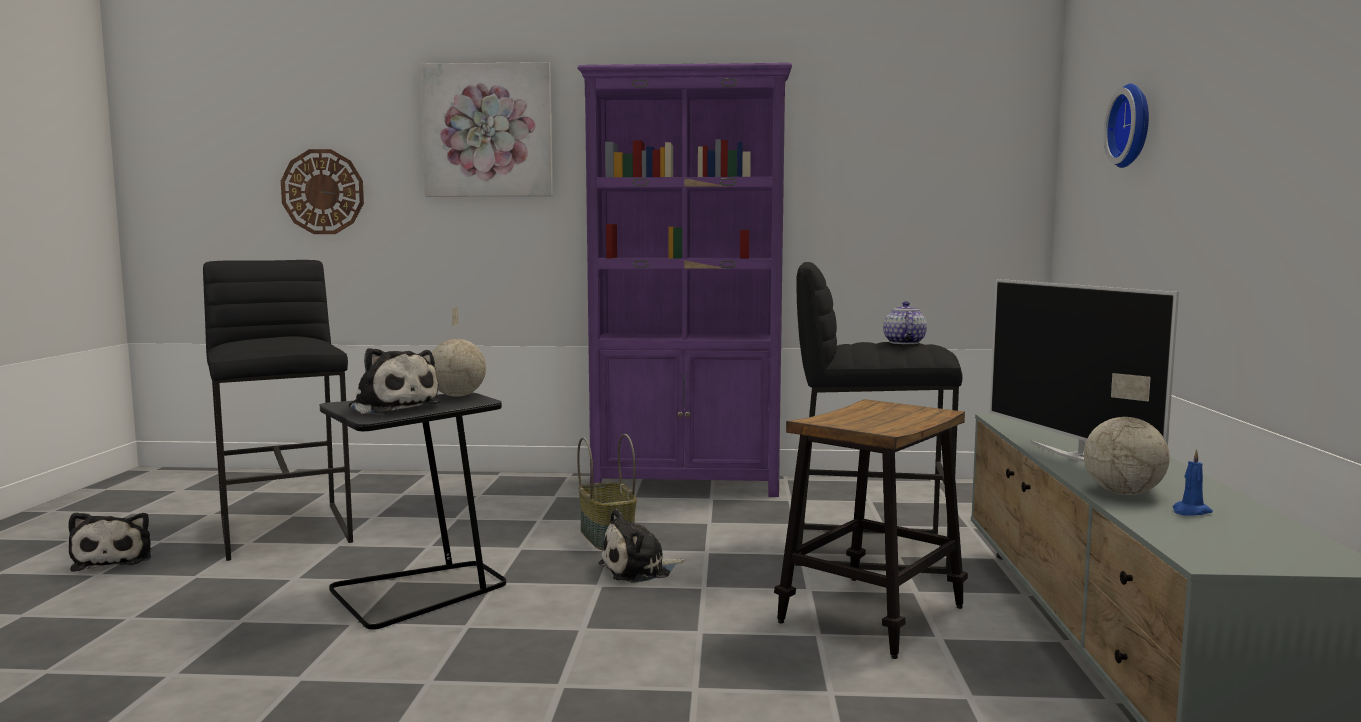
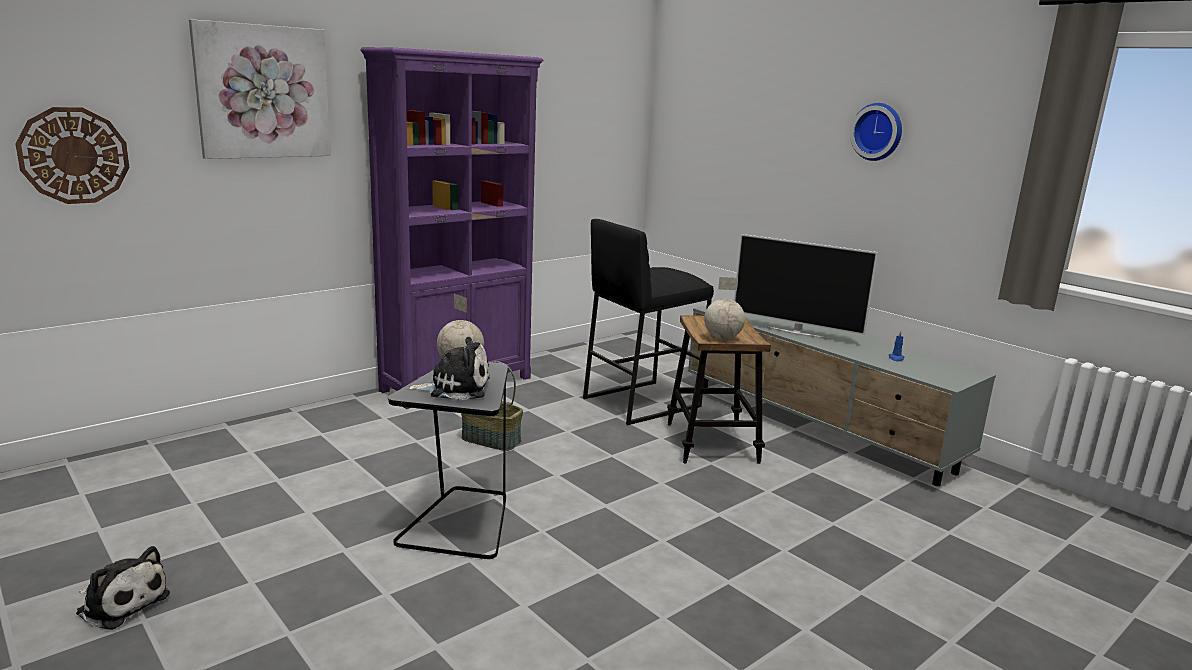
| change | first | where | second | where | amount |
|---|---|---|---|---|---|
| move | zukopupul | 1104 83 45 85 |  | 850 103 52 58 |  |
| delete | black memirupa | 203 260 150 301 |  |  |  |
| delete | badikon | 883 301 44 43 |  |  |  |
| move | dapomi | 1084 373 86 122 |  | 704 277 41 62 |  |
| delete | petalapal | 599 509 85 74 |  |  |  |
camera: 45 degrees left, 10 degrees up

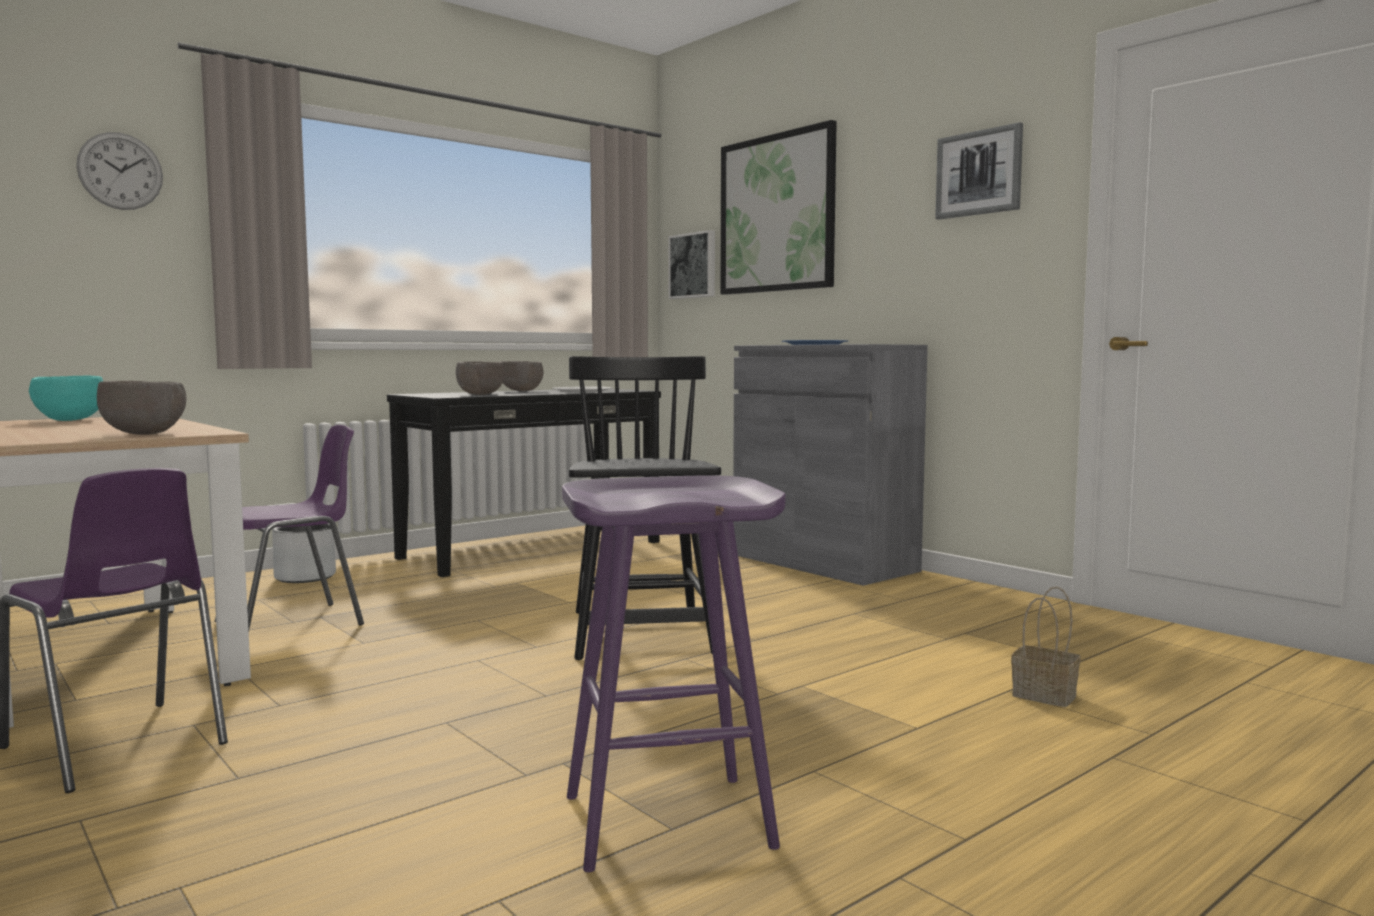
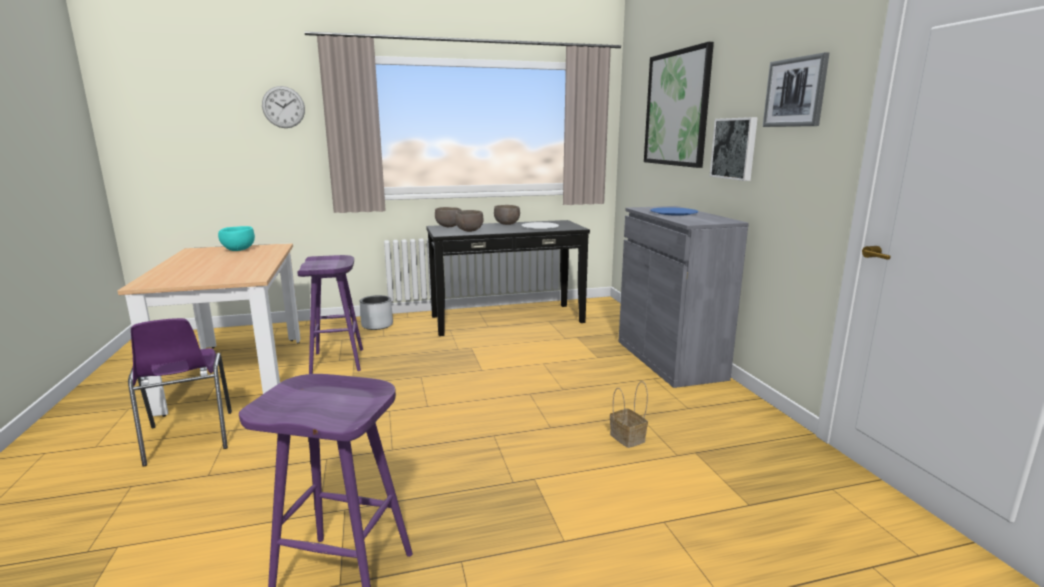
| change | first | where | second | where | amount |
|---|---|---|---|---|---|
| move | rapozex | 668 230 47 69 |  | 710 117 48 64 |  |
| delete | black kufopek | 569 356 152 304 |  |  |  |
| move | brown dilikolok | 97 381 90 54 |  | 435 207 27 20 |  |
| replace | purple kufopek | 215 425 149 205 | purple memirupa | 297 255 66 119 |  |
| move | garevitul | 1011 586 69 121 |  | 610 381 38 67 |  |
camera: 25 degrees right, 10 degrees up

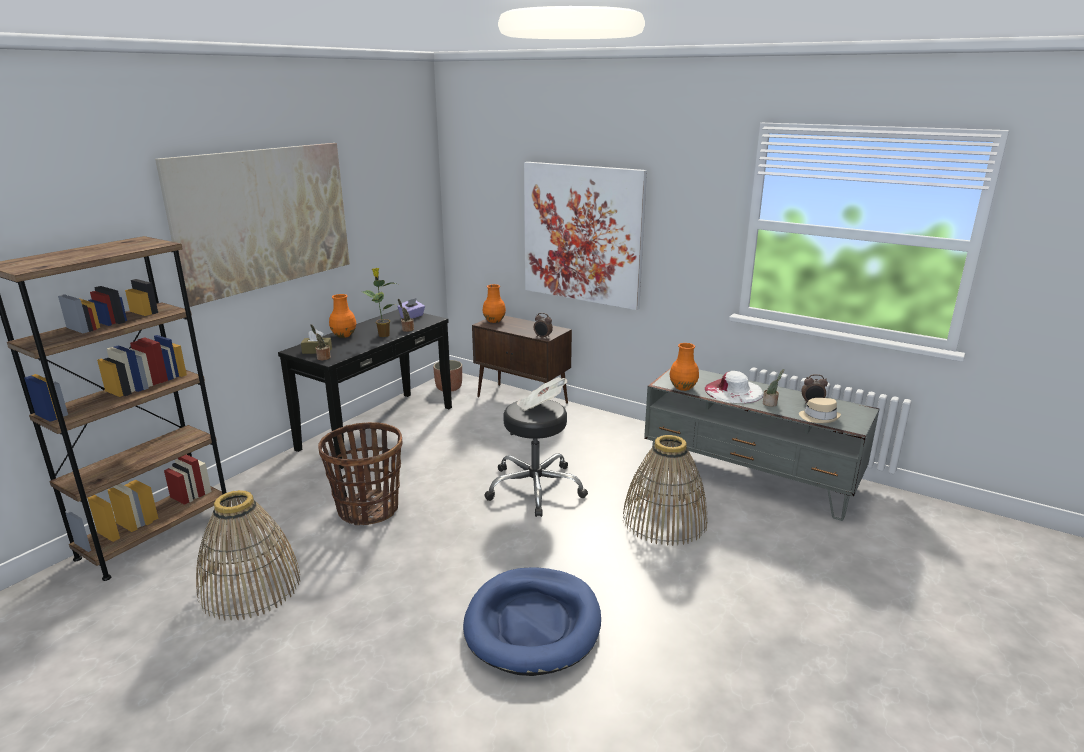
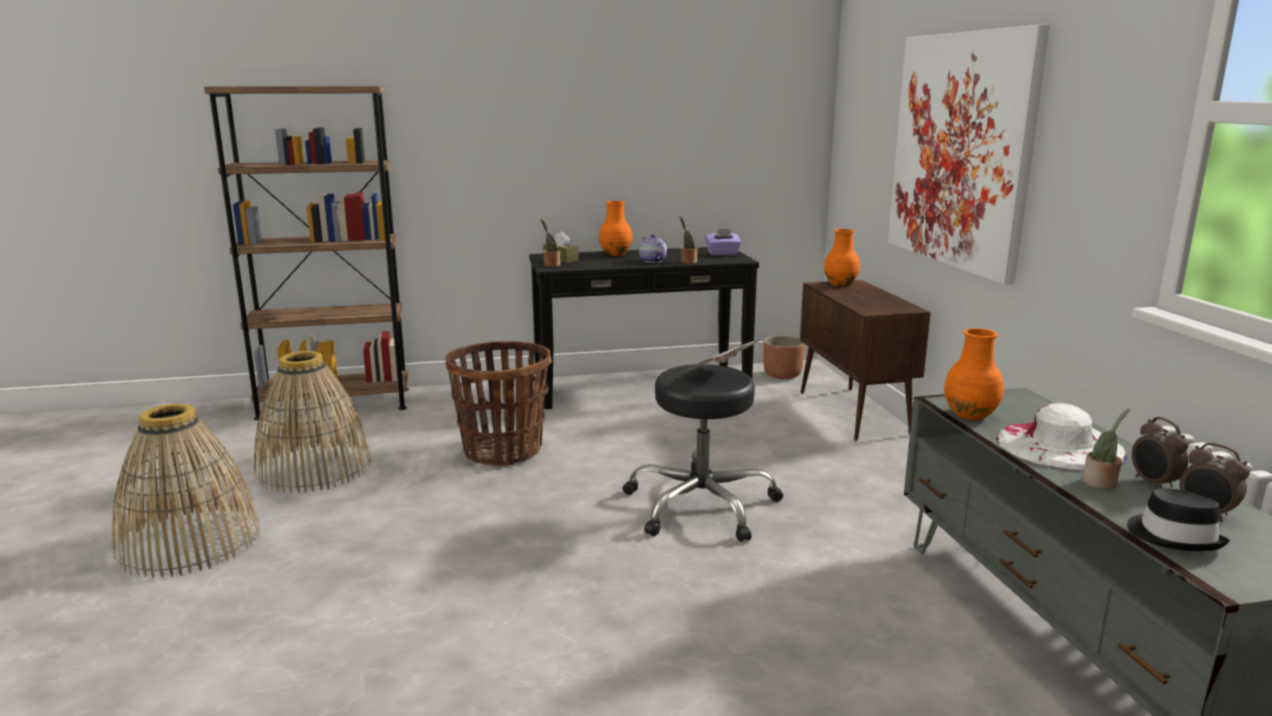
| change | first | where | second | where | amount |
|---|---|---|---|---|---|
| delete | rapozex | 155 143 195 164 |  |  |  |
| replace | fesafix | 363 268 33 69 | badikon | 639 234 28 29 |  |
| move | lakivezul | 534 313 19 26 |  | 1132 417 57 72 |  |
| recolor | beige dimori | 799 398 42 25 | black dimori | 1127 489 103 62 |  |
| move | garevitul | 623 435 84 111 |  | 112 403 149 175 |  |
| delete | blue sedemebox | 463 567 138 109 |  |  |  |
camera: 45 degrees right, 5 degrees down

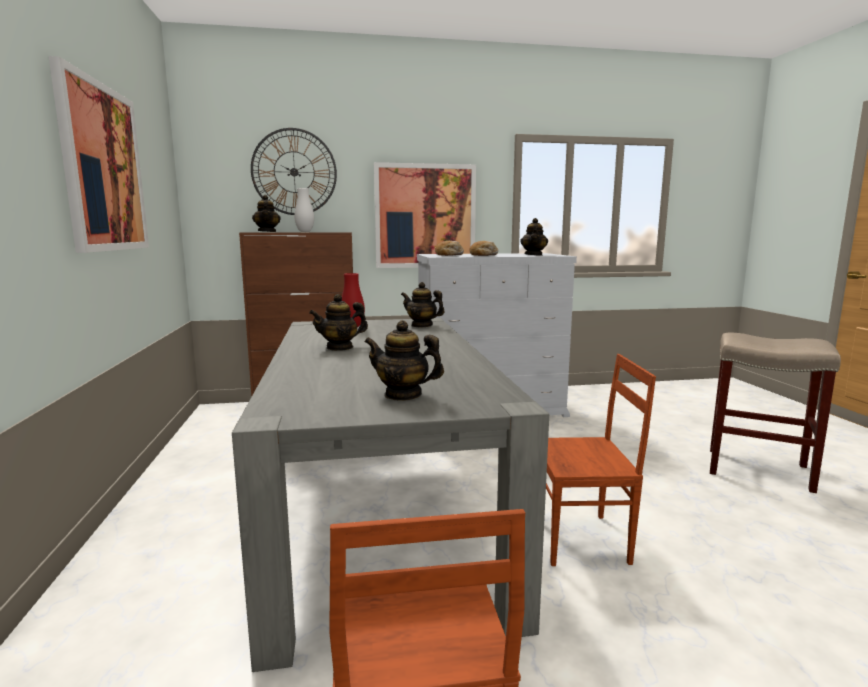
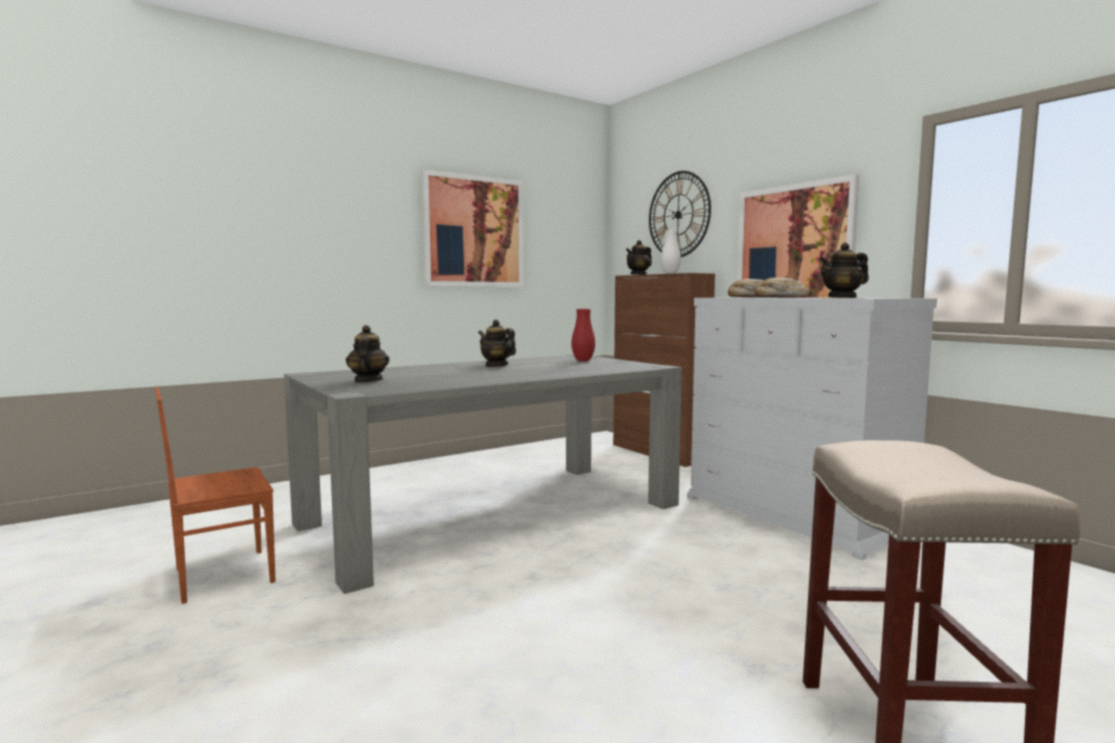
| change | first | where | second | where | amount |
|---|---|---|---|---|---|
| delete | badikon | 401 282 44 45 |  |  |  |
| delete | brown kufopek | 546 354 110 212 |  |  |  |
camera: 65 degrees right, 5 degrees down

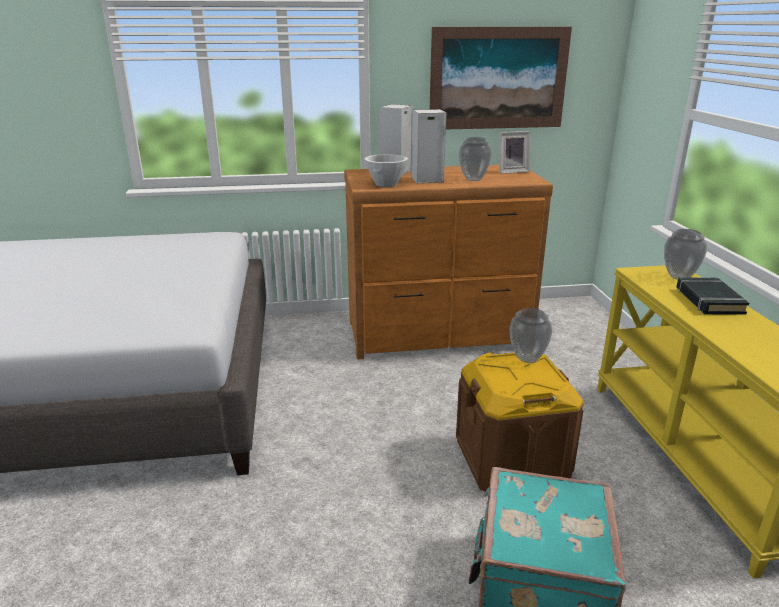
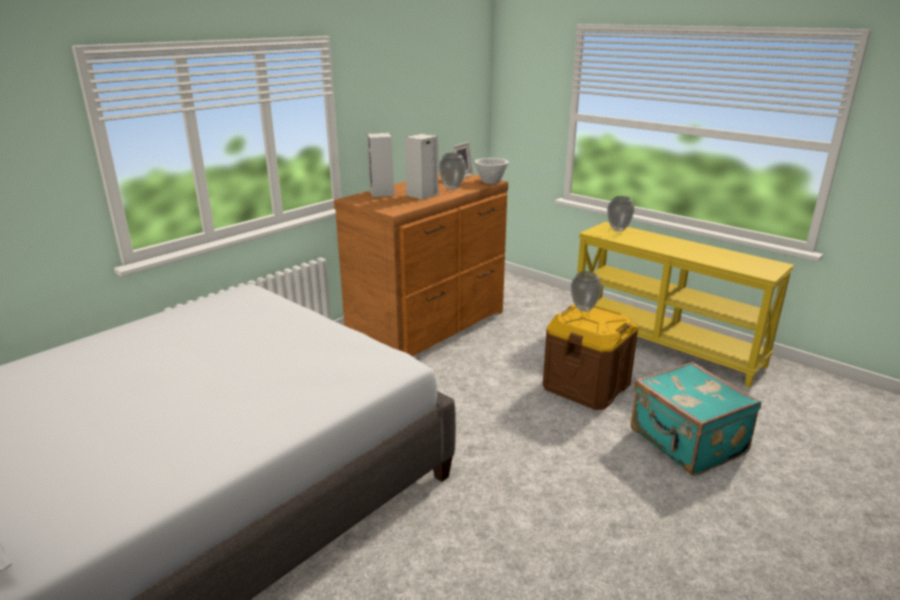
| change | first | where | second | where | amount |
|---|---|---|---|---|---|
| delete | rapozex | 430 27 142 102 |  |  |  |
| move | white dilikolok | 364 154 44 33 |  | 474 158 35 26 |  |
| delete | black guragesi | 676 277 73 38 |  |  |  |
camera: 40 degrees left, 0 degrees up

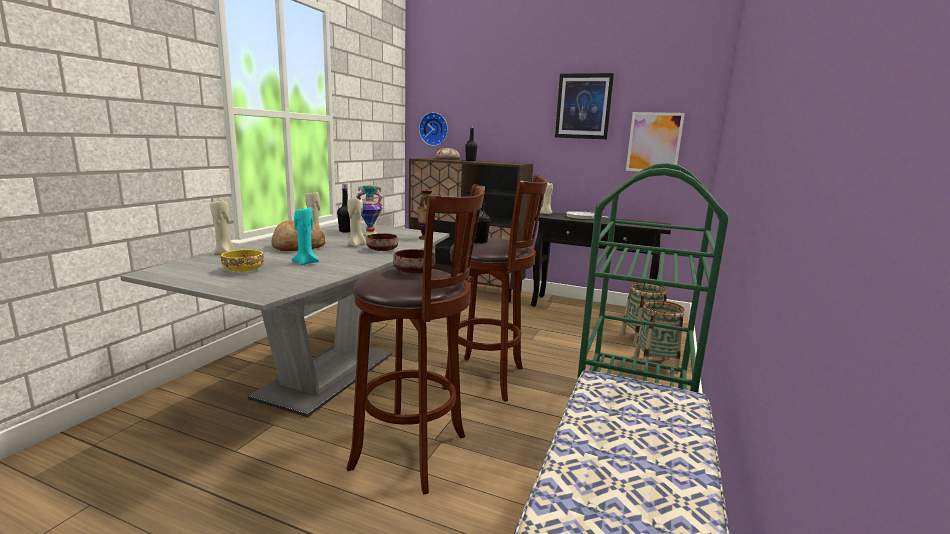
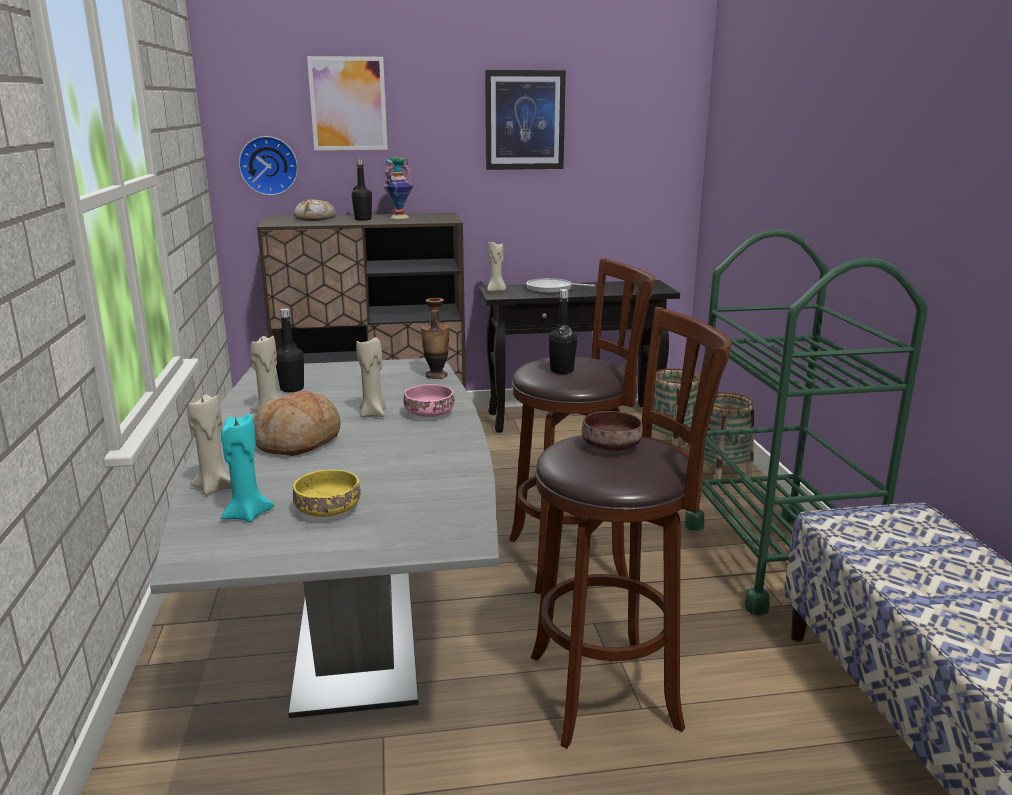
| change | first | where | second | where | amount |
|---|---|---|---|---|---|
| move | rapozex | 626 112 59 59 |  | 307 56 81 94 |  |
| move | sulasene | 356 185 27 50 |  | 383 158 30 61 |  |
| move | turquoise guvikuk | 292 207 27 58 |  | 221 414 53 109 |  |
| recolor | brown dilikolok | 366 233 32 18 | pink dilikolok | 404 384 51 33 |  |
camera: 30 degrees left, 5 degrees up

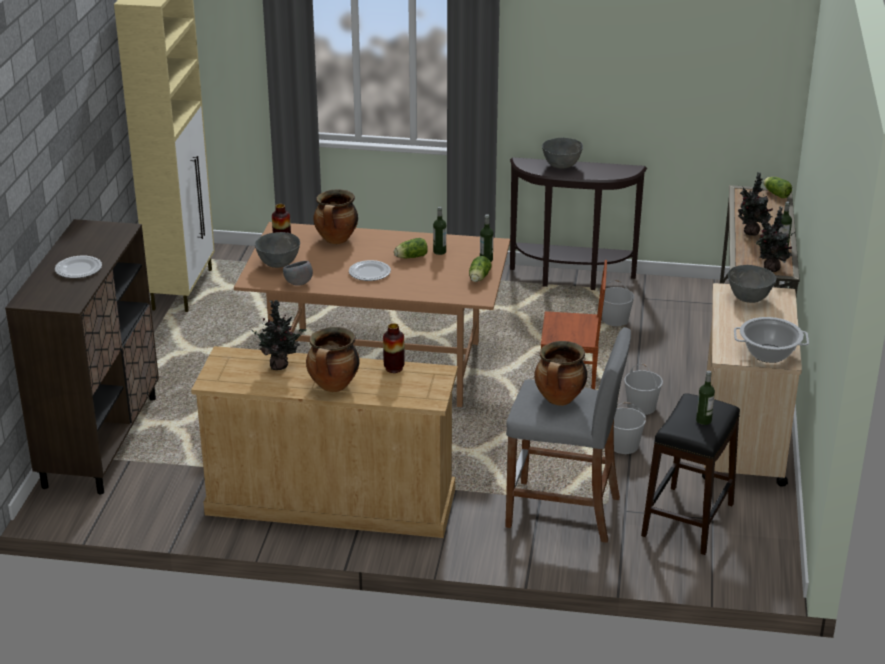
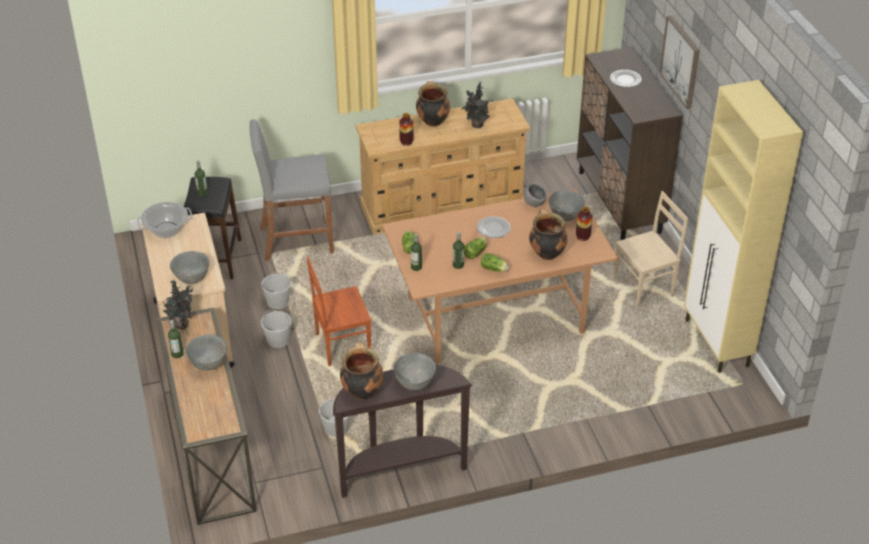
| change | first | where | second | where | amount |
|---|---|---|---|---|---|
| replace | fesafix | 738 172 35 64 | grey dilikolok | 185 335 42 36 |  |
| move | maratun | 763 177 29 21 |  | 481 253 28 19 |  |
| move | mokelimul | 534 341 53 65 |  | 340 343 43 57 |  |
| insert |  |  | rapozex | 659 15 41 94 |  |
| insert |  |  | beige kufopek | 614 191 74 117 |  |
camera: 155 degrees right, 10 degrees up

